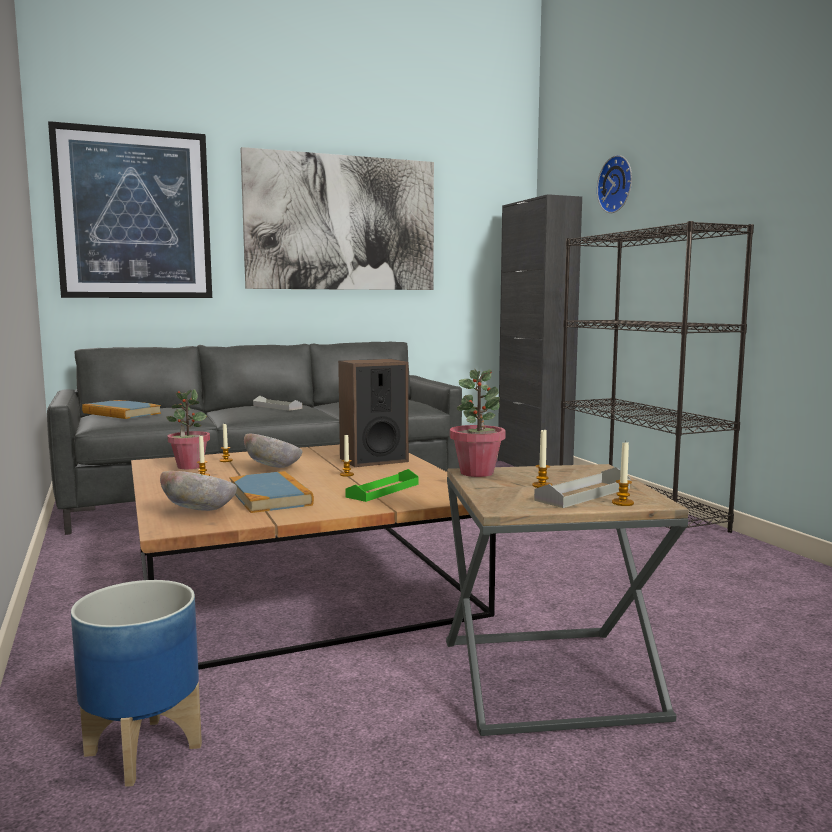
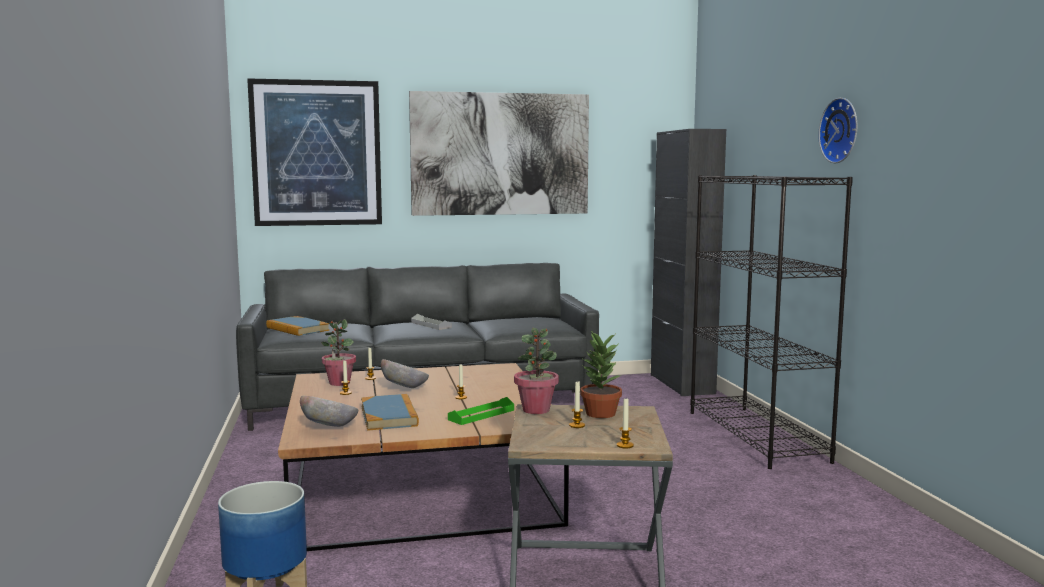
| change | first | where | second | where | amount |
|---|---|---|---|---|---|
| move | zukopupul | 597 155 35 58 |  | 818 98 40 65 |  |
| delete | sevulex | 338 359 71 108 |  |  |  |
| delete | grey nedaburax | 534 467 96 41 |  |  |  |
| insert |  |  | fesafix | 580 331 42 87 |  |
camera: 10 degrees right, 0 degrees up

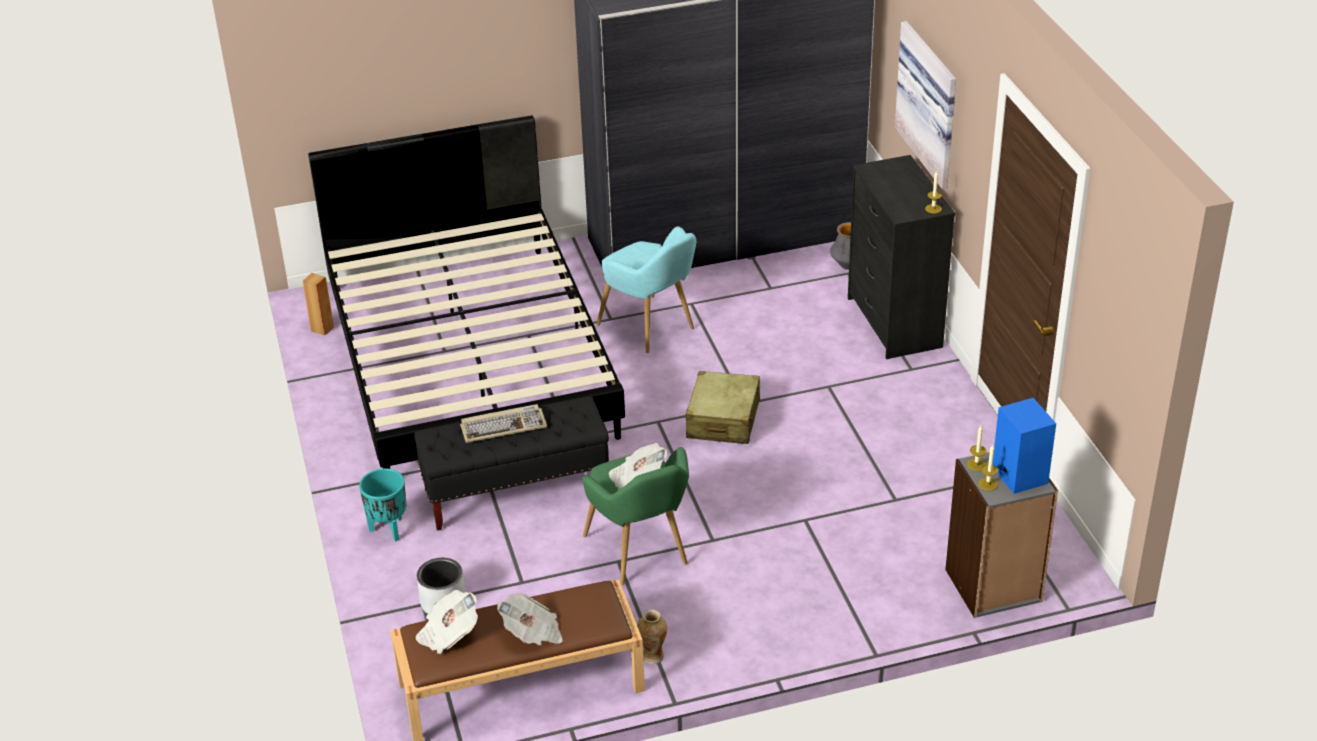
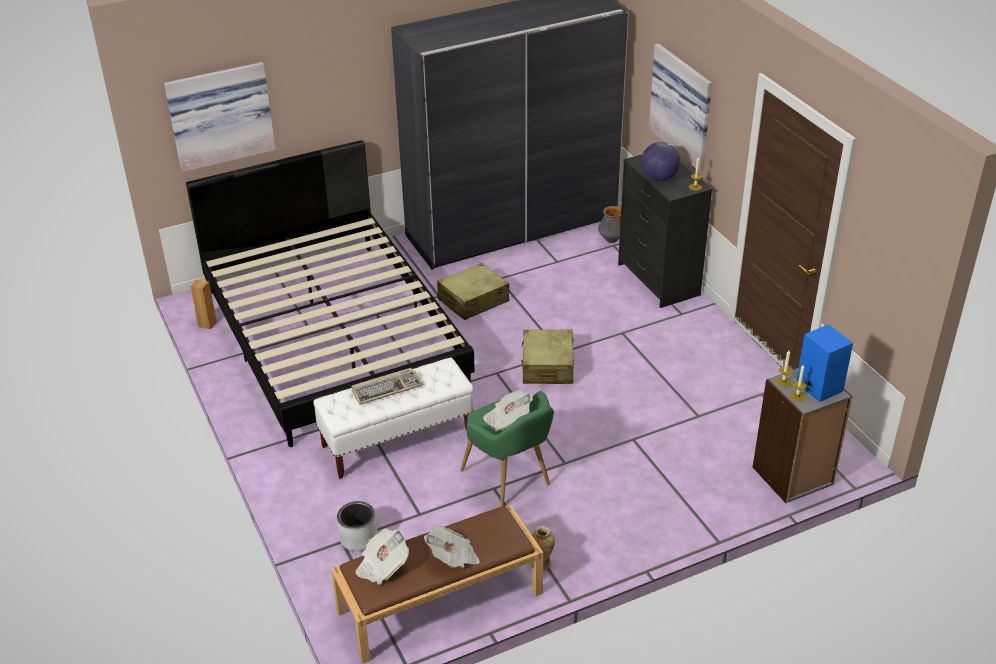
| change | first | where | second | where | amount |
|---|---|---|---|---|---|
| replace | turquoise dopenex | 597 227 99 126 | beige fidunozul | 437 263 72 57 |  |
| recolor | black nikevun | 414 396 195 135 | white nikevun | 314 358 159 121 |  |
| delete | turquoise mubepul | 359 468 47 74 |  |  |  |
| insert |  |  | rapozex | 164 62 112 110 |  |
| insert |  |  | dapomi | 641 142 39 39 |  |
camera: 10 degrees left, 0 degrees up

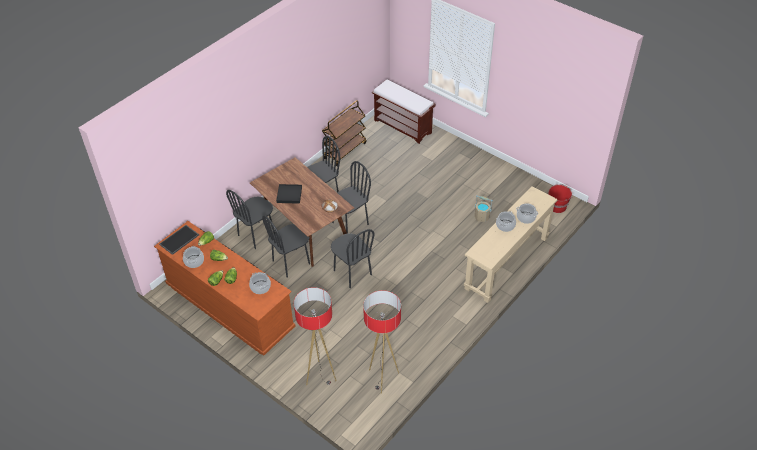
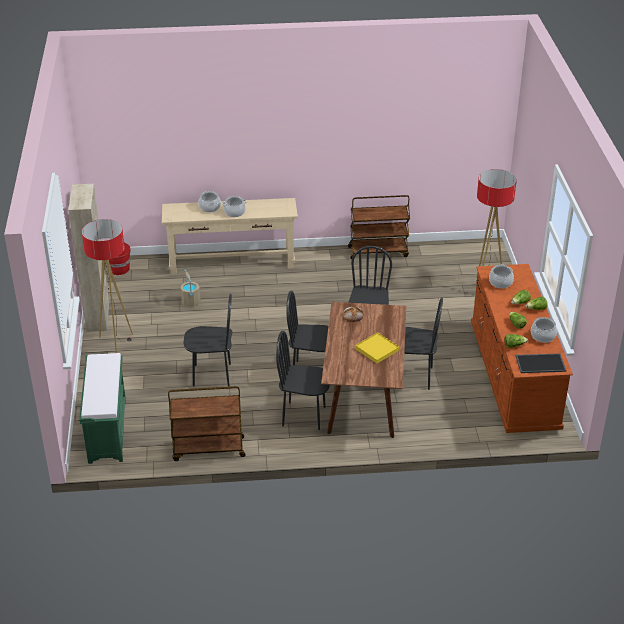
| change | first | where | second | where | amount |
|---|---|---|---|---|---|
| recolor | brown nikevun | 372 79 64 65 | green nikevun | 79 353 47 111 |  |
| recolor | black nedaburax | 276 184 26 20 | yellow nedaburax | 355 332 44 31 |  |
| move | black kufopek | 226 190 47 59 |  | 183 293 49 94 |  |
| move | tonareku | 363 290 38 104 |  | 82 219 51 134 |  |
| insert |  |  | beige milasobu | 68 184 41 148 |  |
| insert |  |  | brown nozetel | 348 195 62 65 |  |
camera: 135 degrees left, 10 degrees down

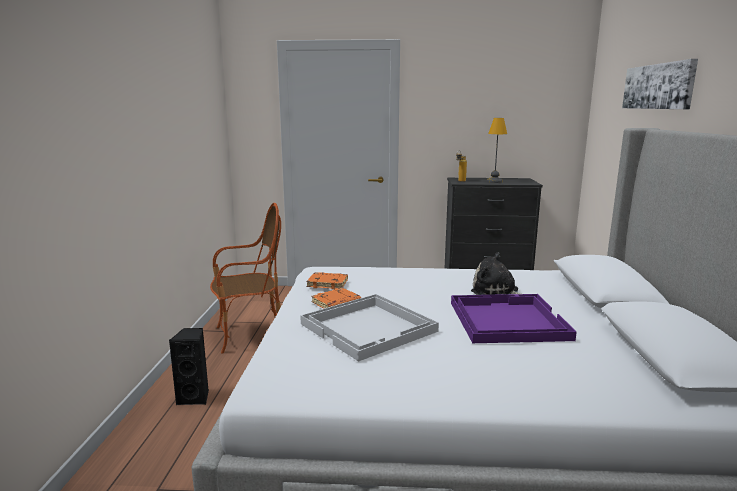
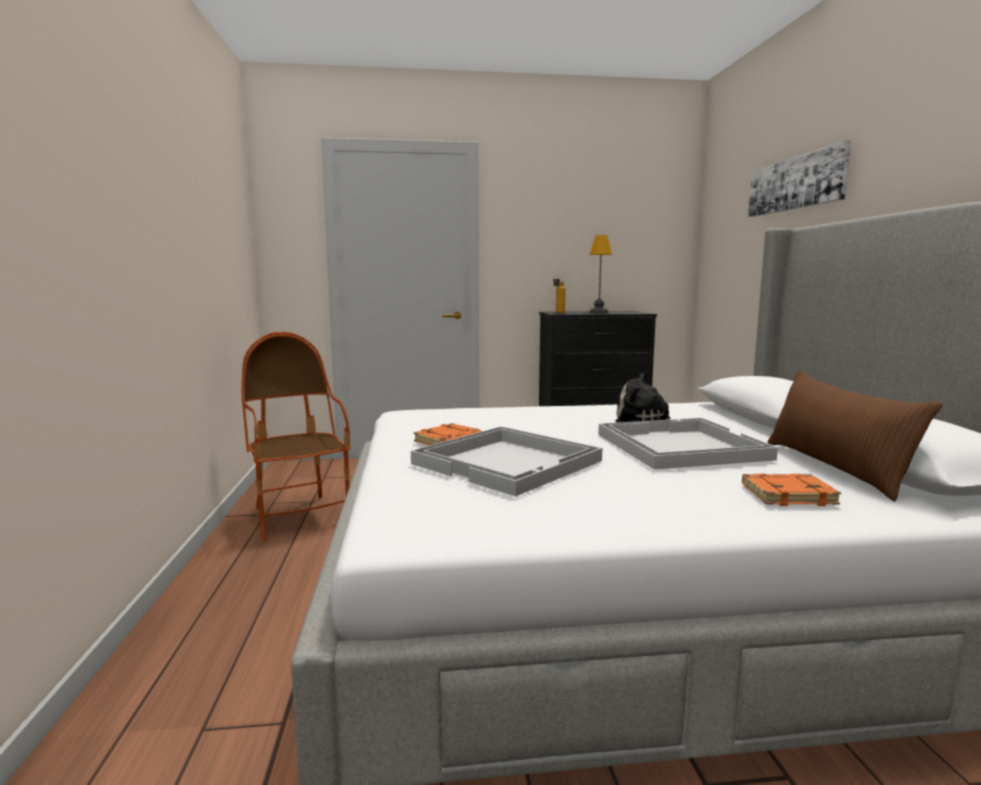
| change | first | where | second | where | amount |
|---|---|---|---|---|---|
| rotate | dopenex | 210 203 71 150 |  | 242 332 109 210 | 90 degrees counterclockwise |
| move | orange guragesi | 306 272 42 17 |  | 742 474 99 32 |  |
| recolor | purple nedaburax | 451 294 126 49 | white nedaburax | 598 418 180 52 |  |
| delete | black sevulex | 169 328 40 77 |  |  |  |
| insert |  |  | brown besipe | 768 370 174 131 |  |
camera: 10 degrees left, 5 degrees down

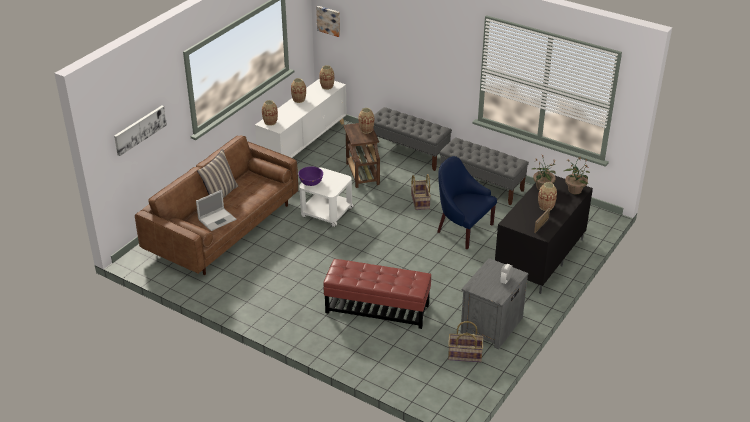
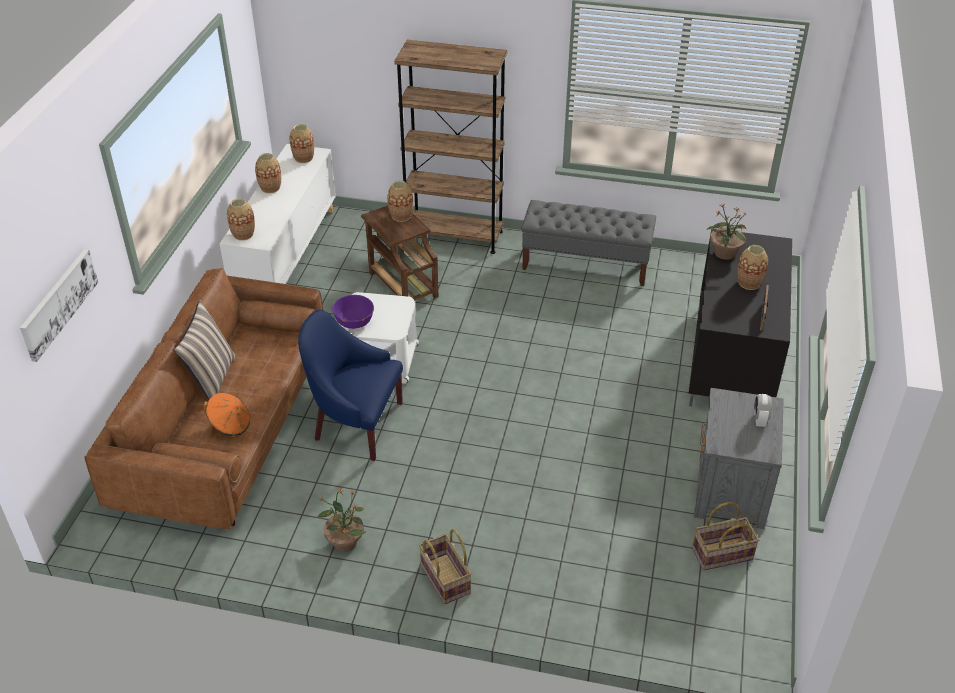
| change | first | where | second | where | amount |
|---|---|---|---|---|---|
| delete | rapozex | 316 6 24 31 |  |  |  |
| replace | grey nikevun | 373 107 79 64 | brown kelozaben | 394 40 113 214 |  |
| move | blue dopenex | 437 156 60 94 |  | 298 310 105 151 |  |
| move | fesafix | 563 157 27 37 |  | 317 489 49 63 |  |
| move | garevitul | 411 174 20 36 |  | 419 529 53 76 |  |
| replace | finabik | 196 190 40 41 | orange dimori | 203 393 47 43 |  |
| delete | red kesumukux | 323 259 108 70 |  |  |  |
camera: 20 degrees left, 5 degrees up

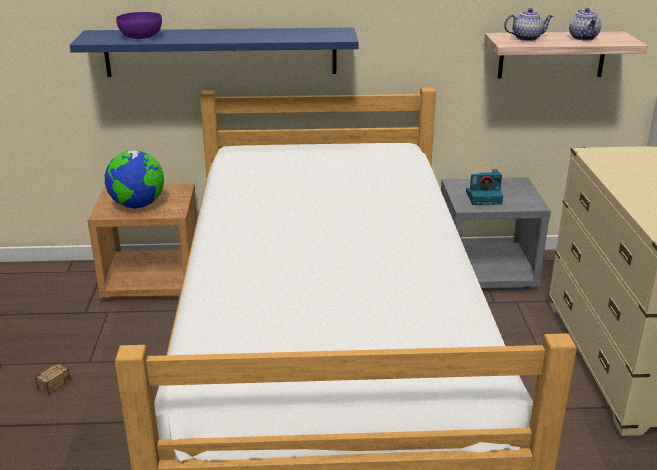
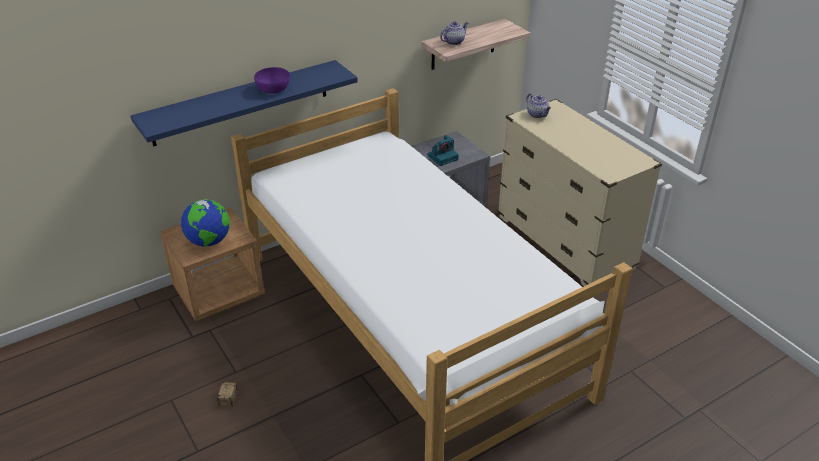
| change | first | where | second | where | amount |
|---|---|---|---|---|---|
| move | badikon | 569 8 32 32 |  | 527 94 24 24 |  |
| move | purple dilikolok | 116 12 46 27 |  | 254 67 36 27 |  |
camera: 30 degrees left, 10 degrees up

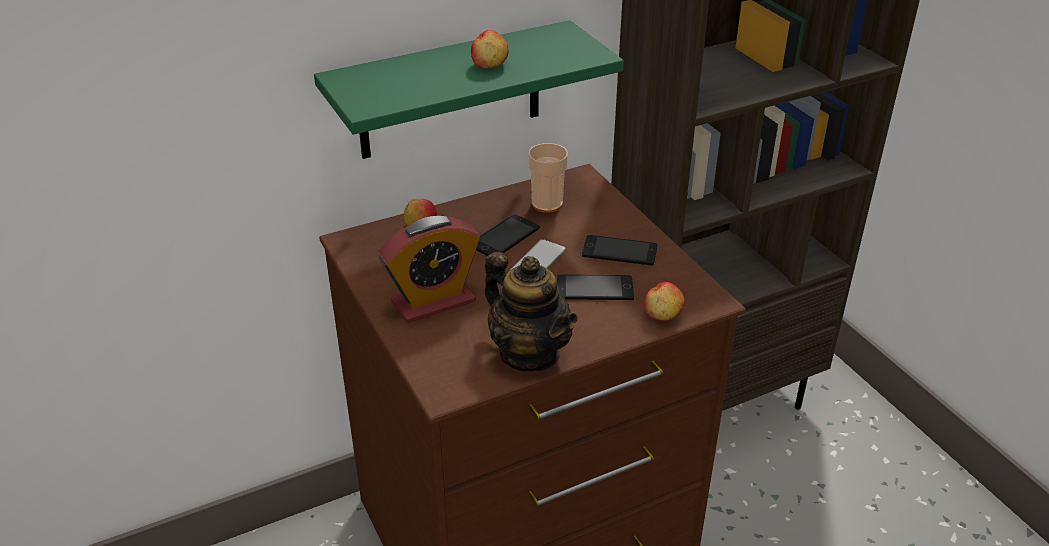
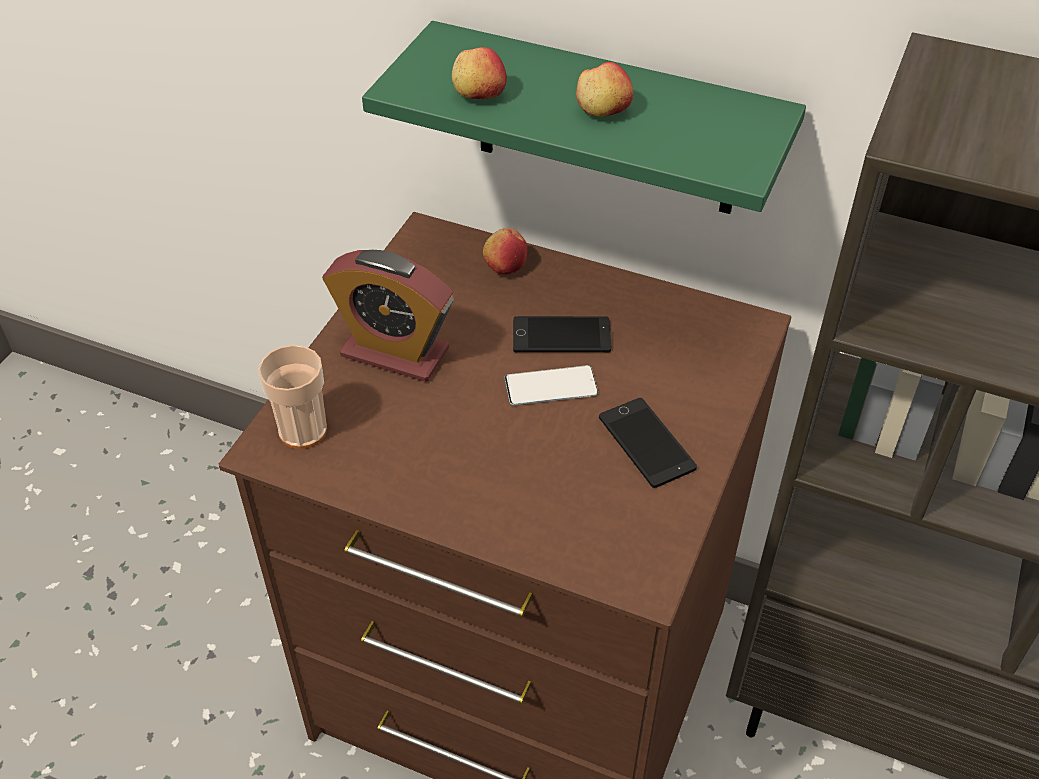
| change | first | where | second | where | amount |
|---|---|---|---|---|---|
| move | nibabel | 528 143 40 70 |  | 258 345 69 104 |  |
| delete | badikon | 485 252 93 120 |  |  |  |
| delete | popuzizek | 557 274 77 26 |  |  |  |
| move | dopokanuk | 644 282 41 39 |  | 452 47 55 52 |  |
camera: 50 degrees right, 10 degrees up

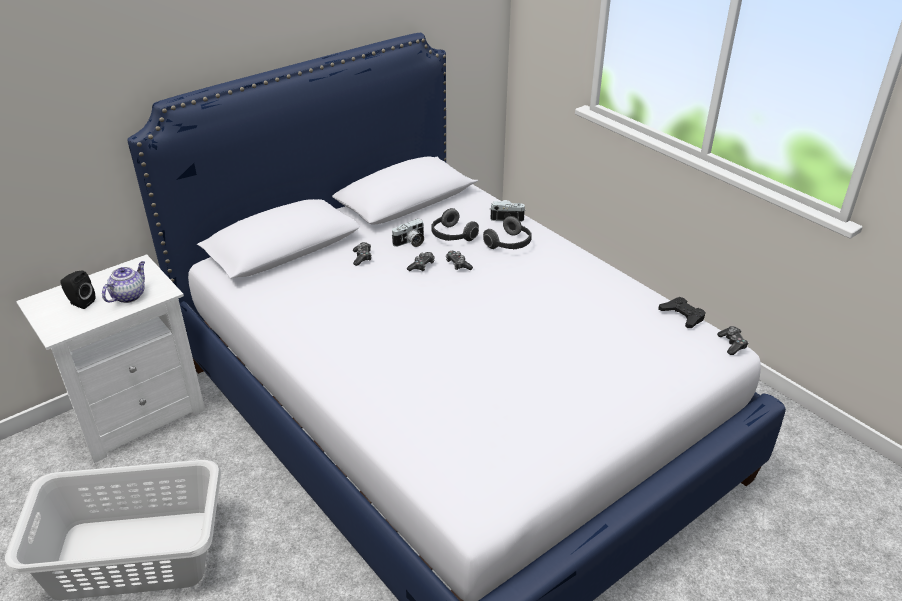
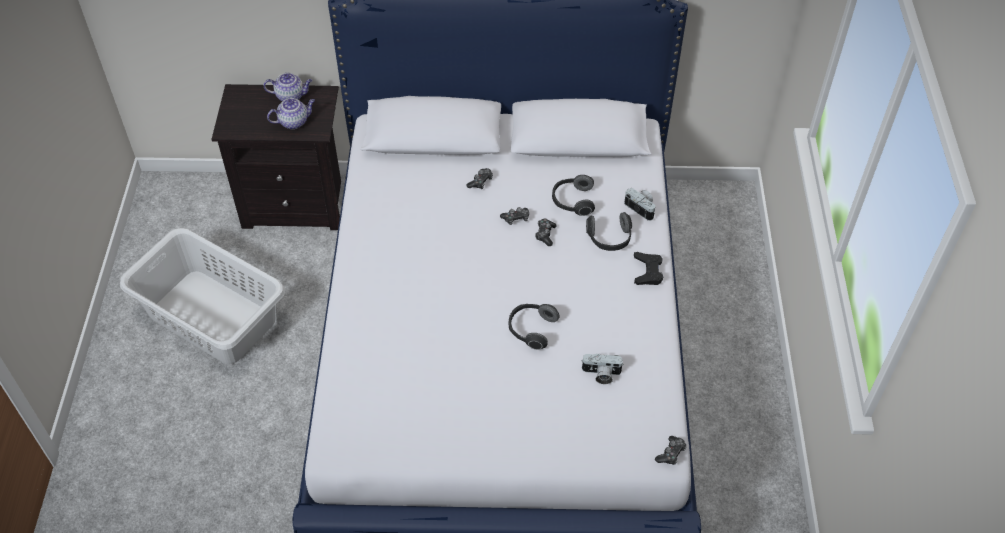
| change | first | where | second | where | amount |
|---|---|---|---|---|---|
| move | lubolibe | 391 219 33 28 |  | 581 354 43 30 |  |
| recolor | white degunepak | 16 254 189 209 | black degunepak | 211 84 130 146 |  |
| delete | black sevulex | 60 271 35 38 |  |  |  |
| move | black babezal | 658 297 47 31 |  | 634 252 29 33 |  |
| insert |  |  | badikon | 264 73 48 28 |  |
| insert |  |  | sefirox | 508 304 52 46 |  |
camera: 40 degrees right, 15 degrees up

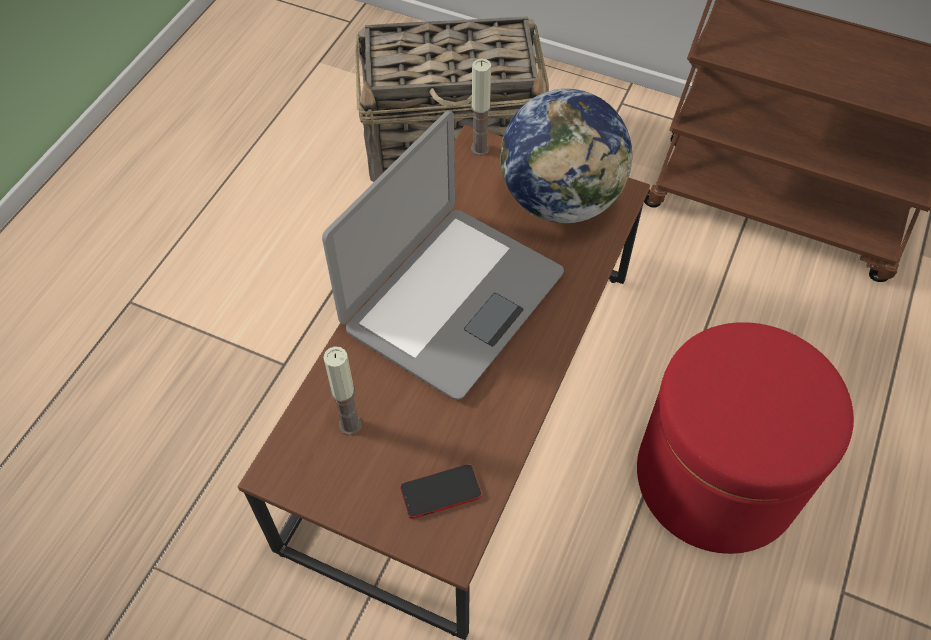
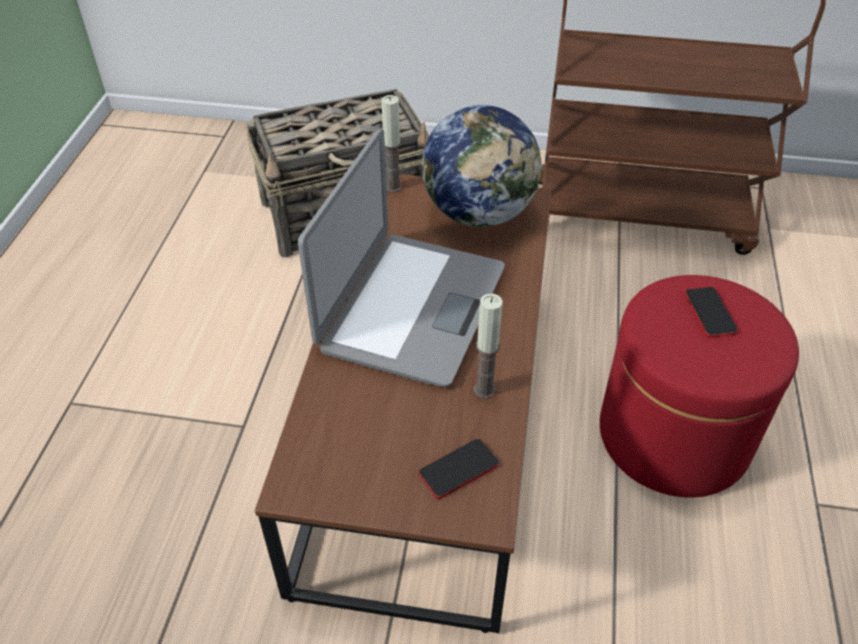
| change | first | where | second | where | amount |
|---|---|---|---|---|---|
| move | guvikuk | 323 346 39 90 |  | 474 293 29 106 |  |
| insert |  |  | popuzizek | 685 287 53 51 |  |
camera: 15 degrees left, 10 degrees down

